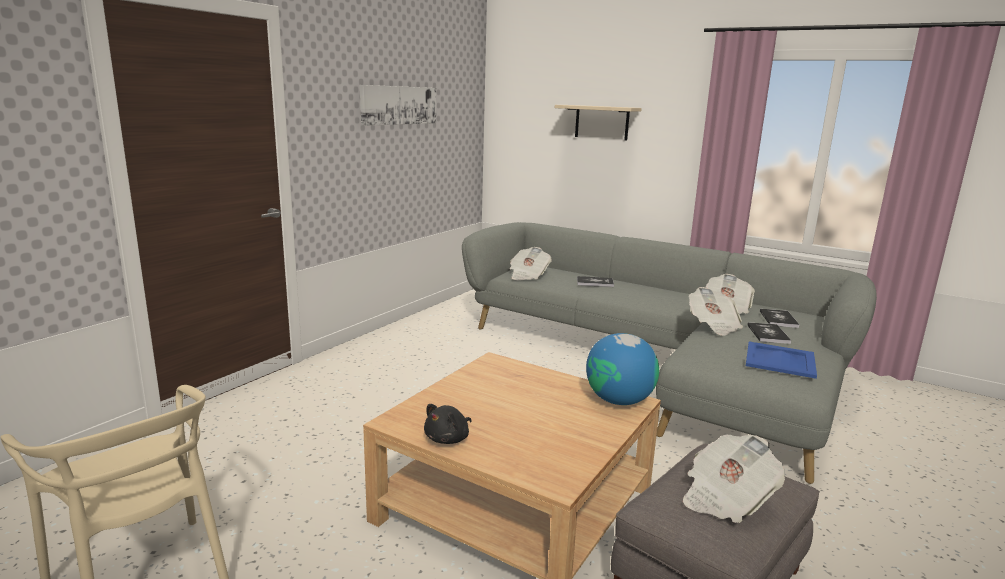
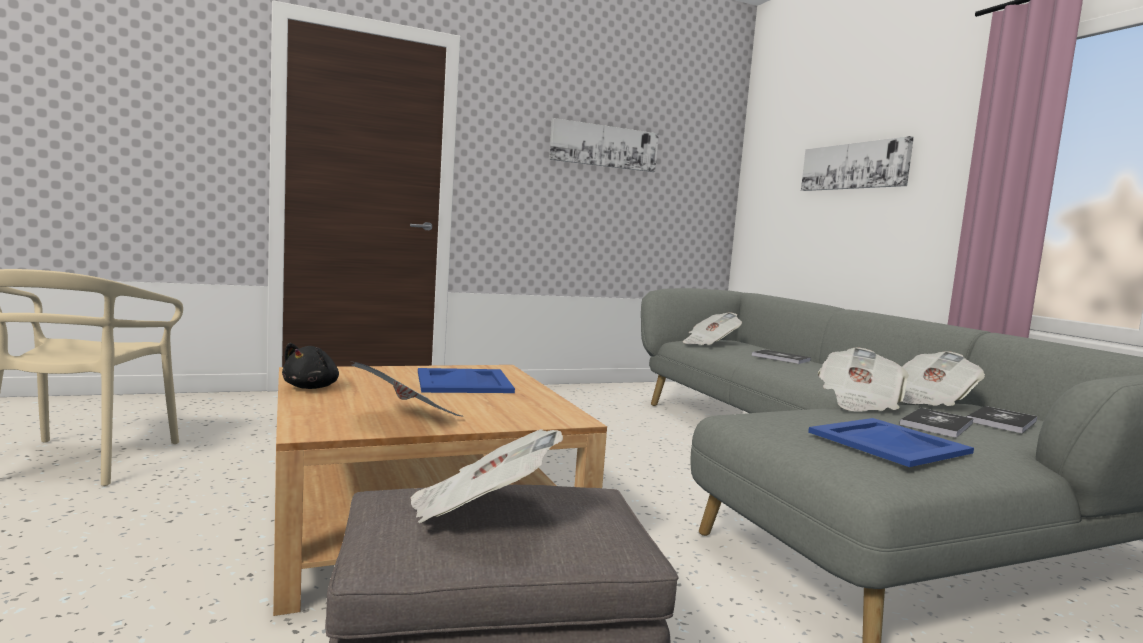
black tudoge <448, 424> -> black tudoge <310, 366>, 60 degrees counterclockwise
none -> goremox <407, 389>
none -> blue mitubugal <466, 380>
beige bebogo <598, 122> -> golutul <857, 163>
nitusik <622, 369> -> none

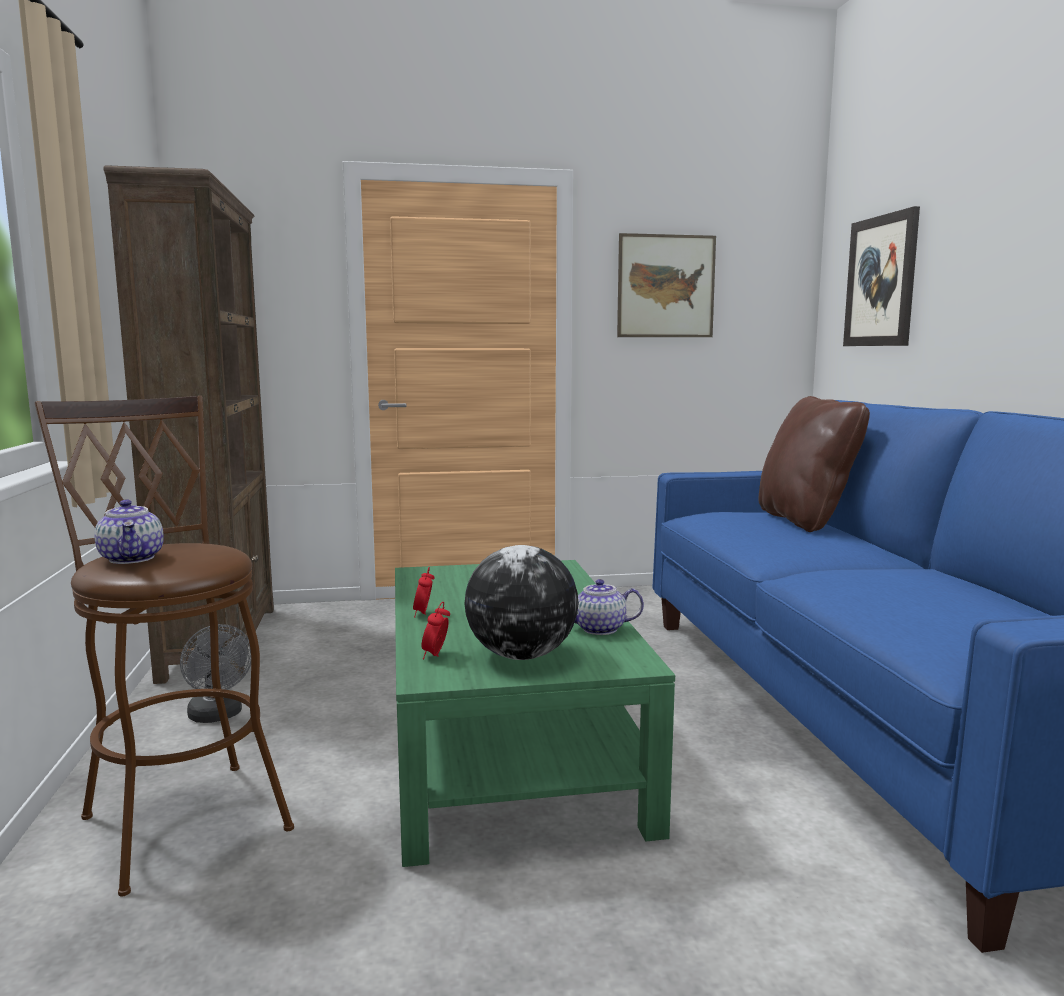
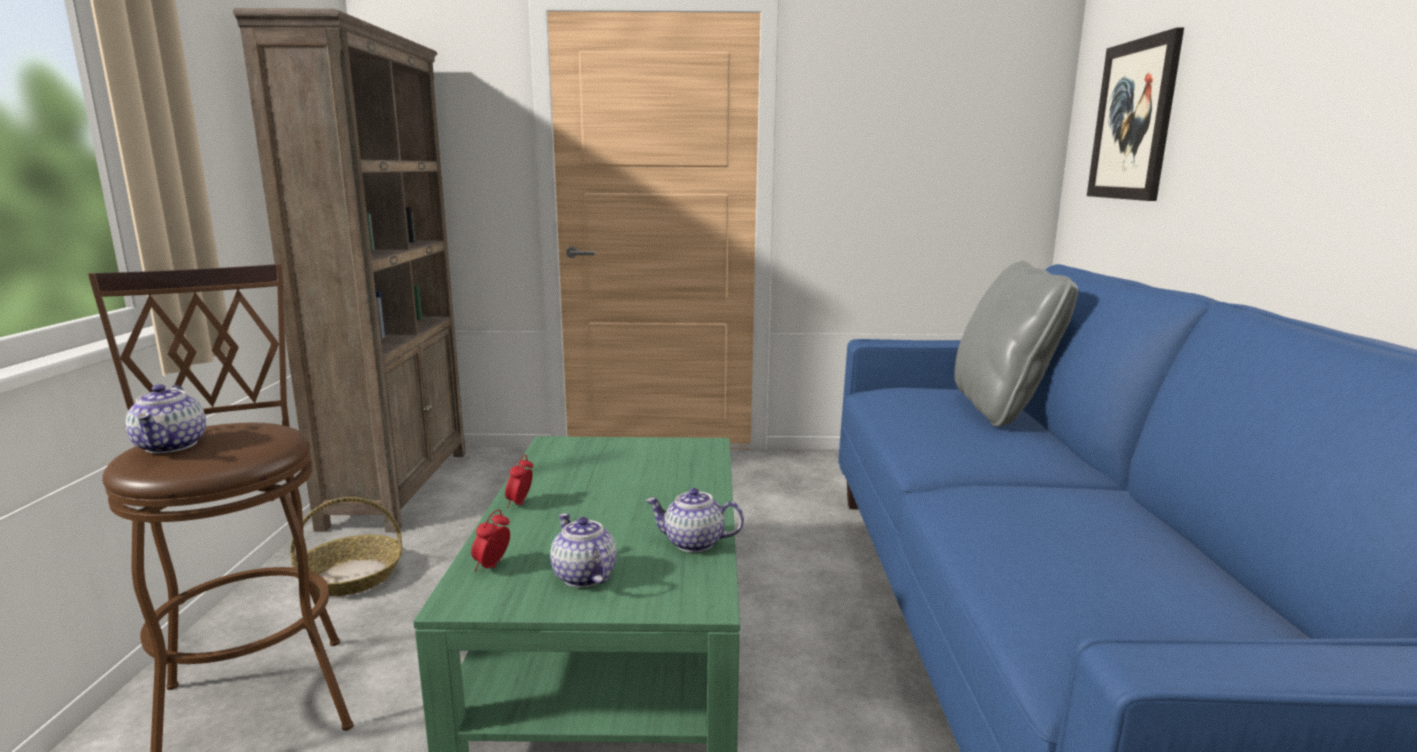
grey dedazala <215, 673> -> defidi <346, 546>
nitusik <522, 602> -> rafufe <583, 550>
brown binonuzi <814, 464> -> grey binonuzi <1016, 344>
golutul <666, 285> -> none

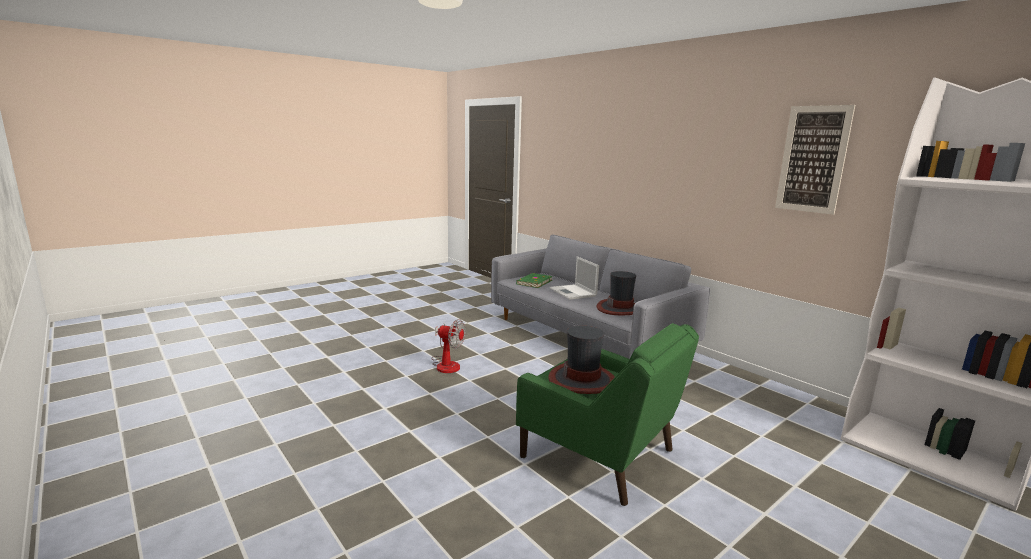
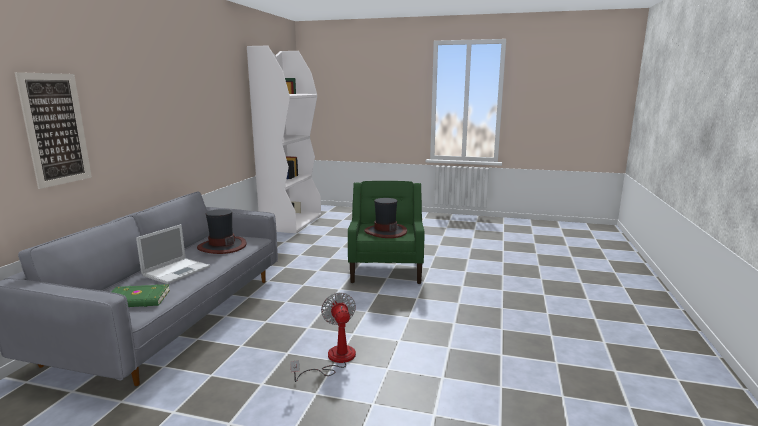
golutul <815, 160> -> golutul <53, 130>, relocated

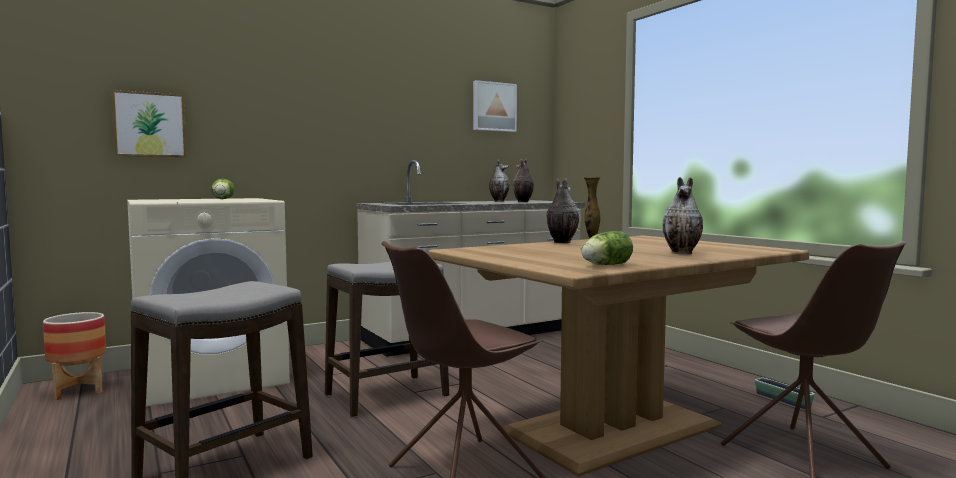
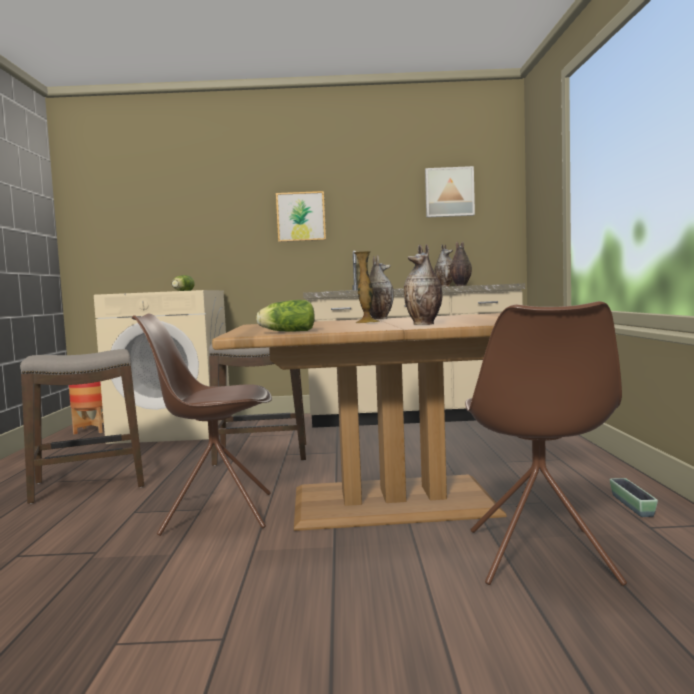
golutul <149, 123> -> golutul <301, 216>, relocated

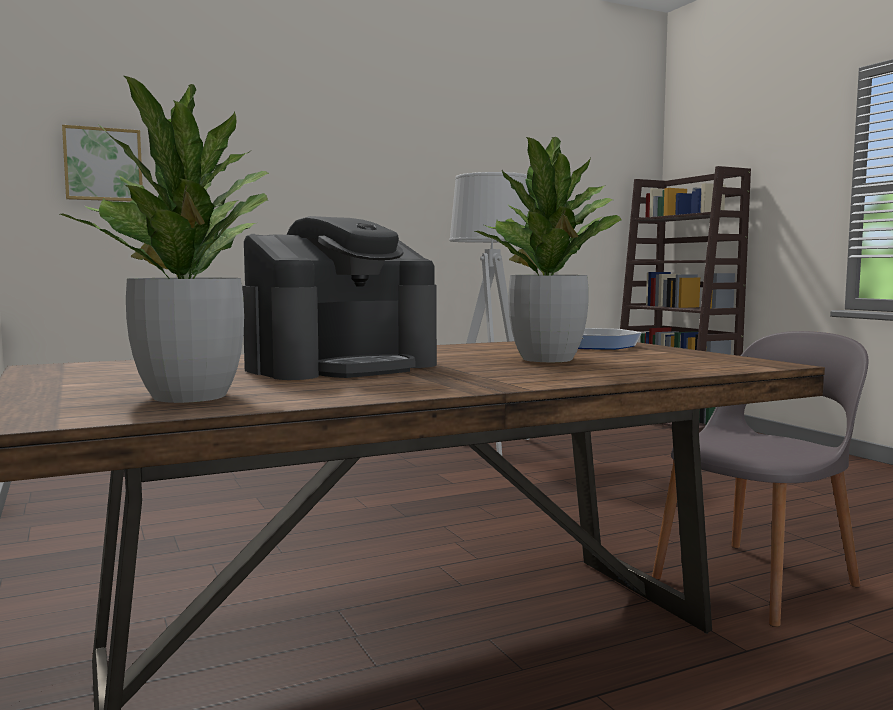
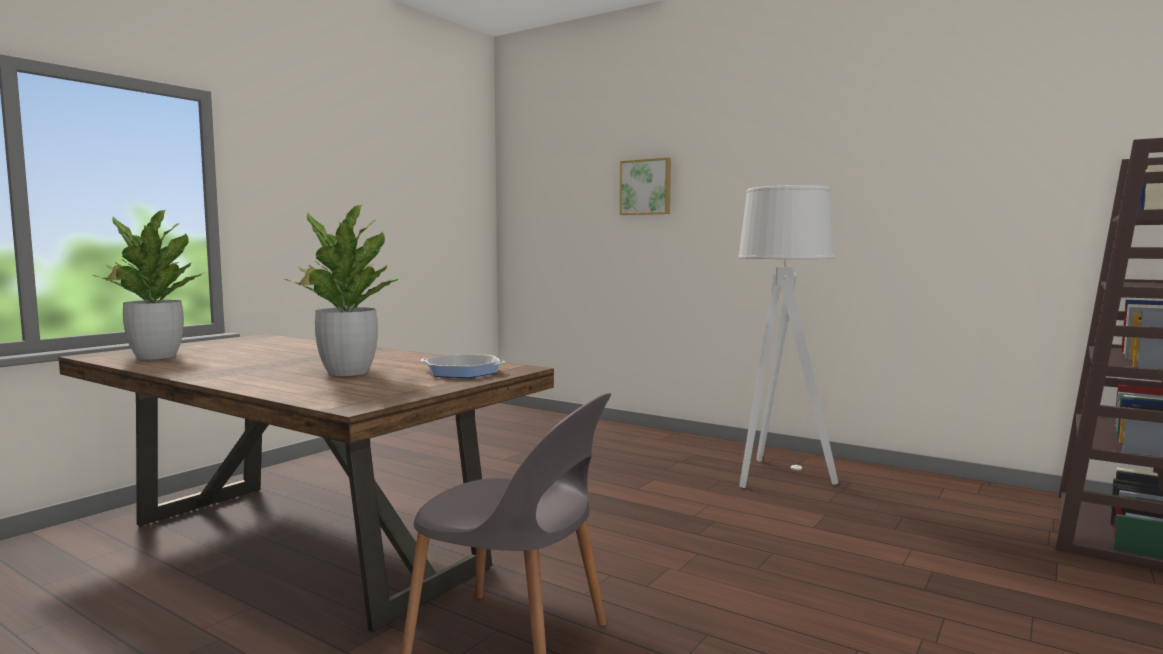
golutul <102, 163> -> golutul <645, 186>, relocated
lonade <339, 298> -> none

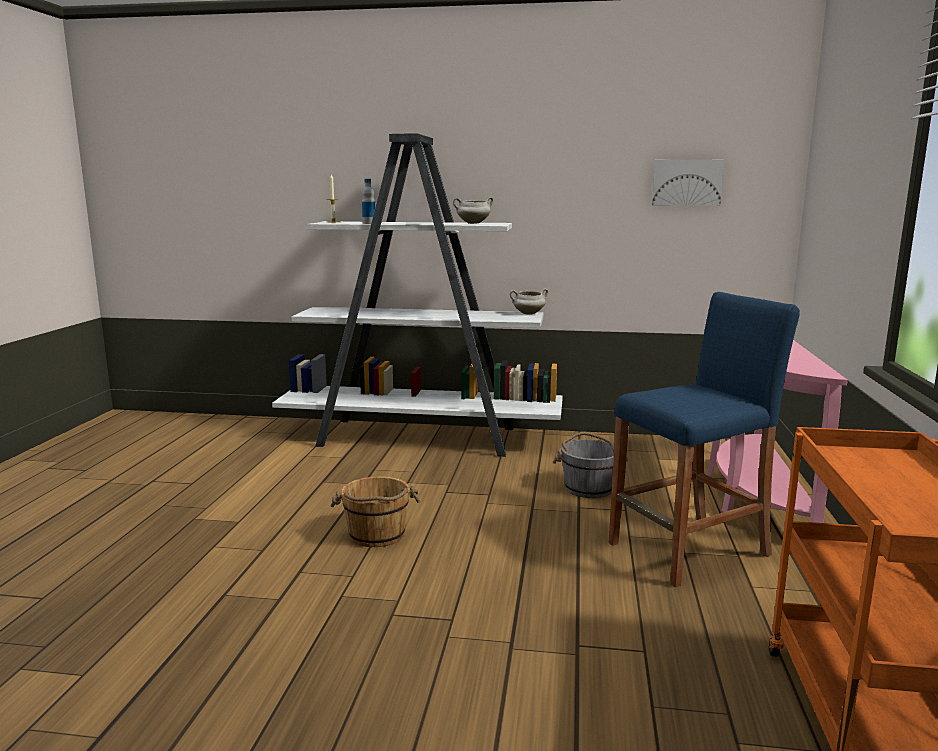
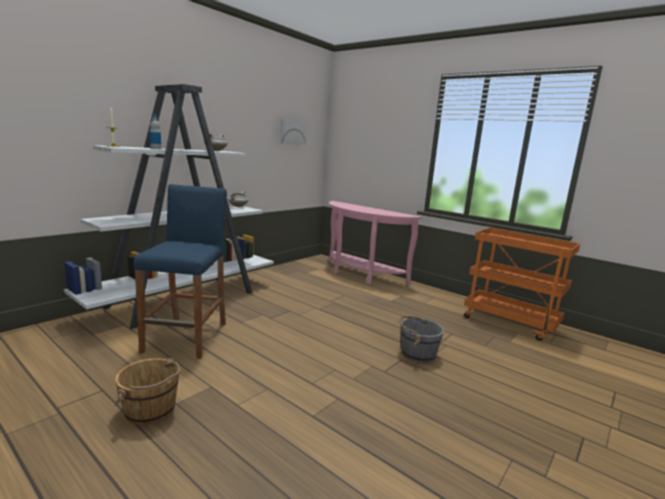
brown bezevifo <375, 512> -> brown bezevifo <147, 391>, relocated
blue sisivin <704, 440> -> blue sisivin <180, 271>, relocated
grey bezevifo <590, 465> -> grey bezevifo <421, 339>, relocated

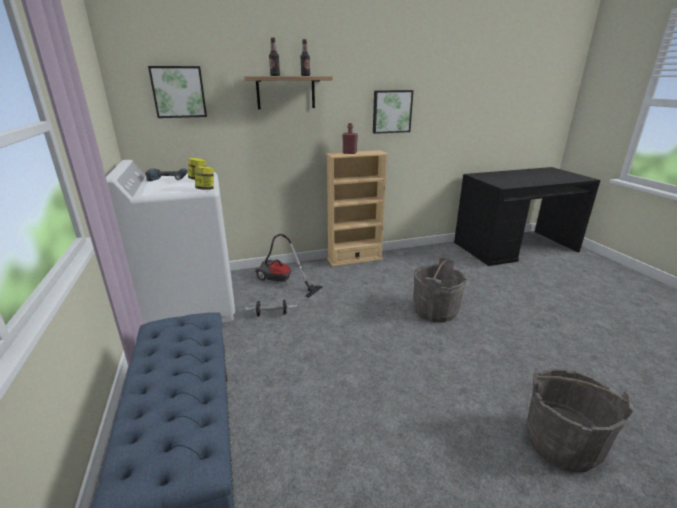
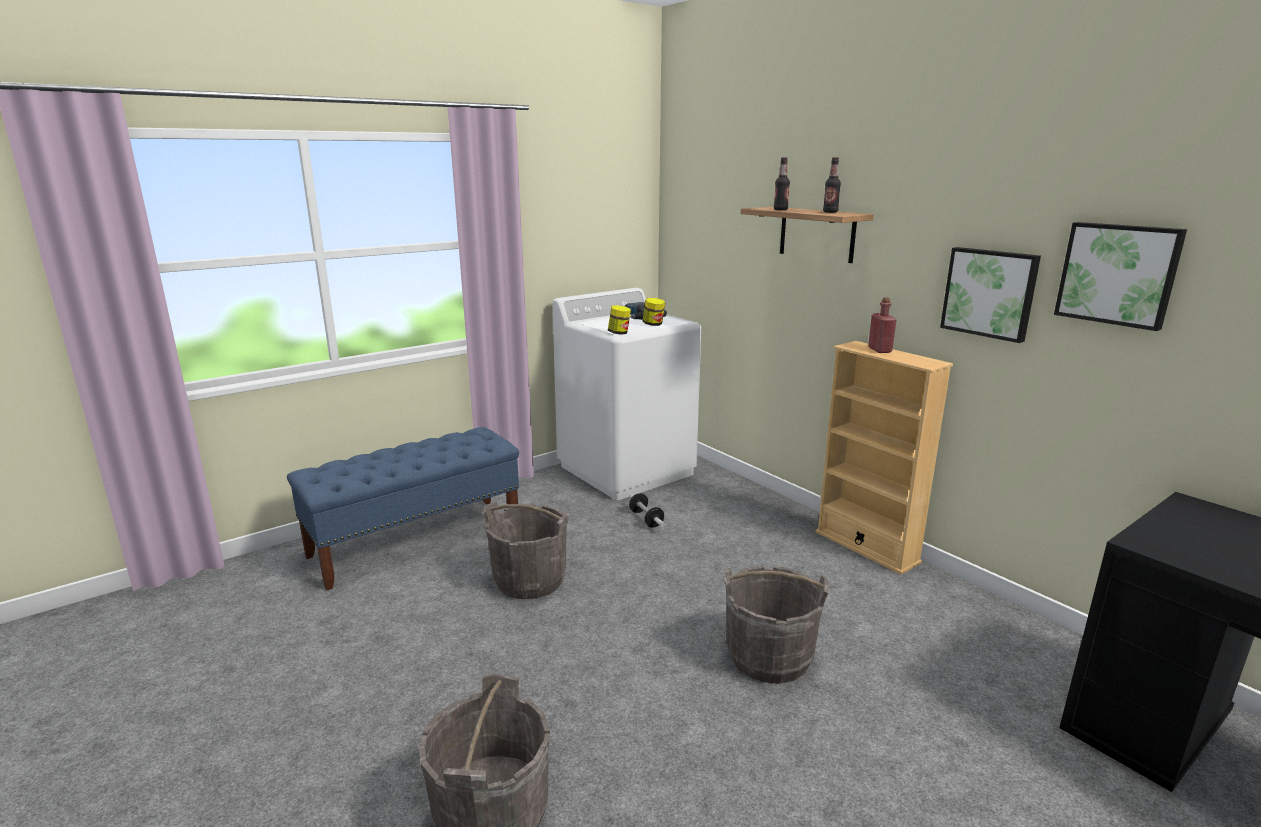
none -> grey bezevifo <526, 550>
golutul <177, 92> -> golutul <1120, 276>, relocated
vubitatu <289, 266> -> none

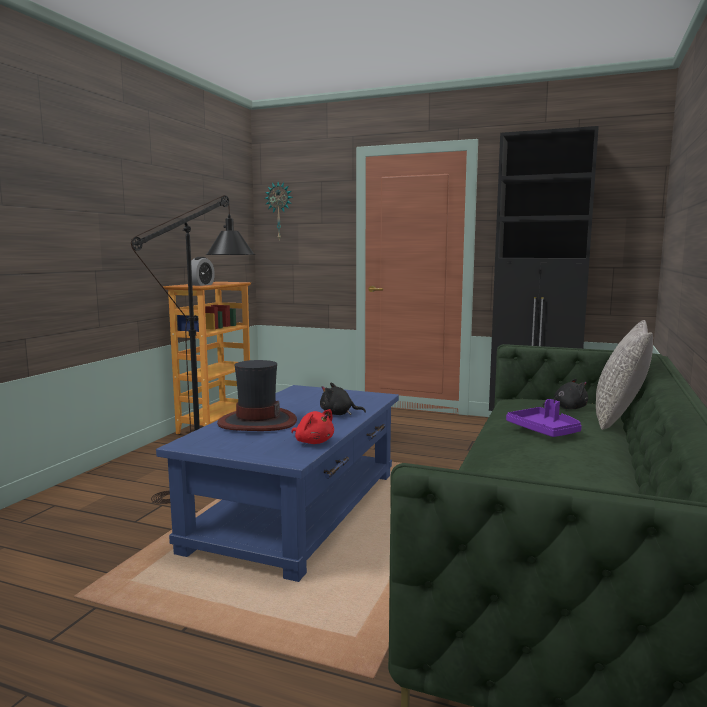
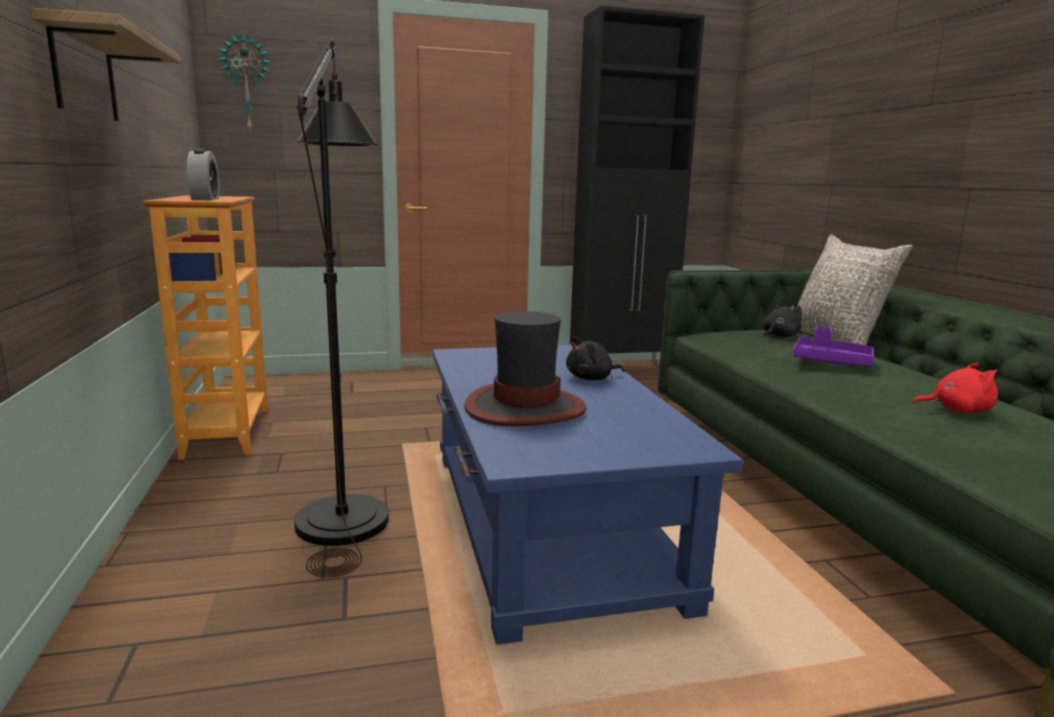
none -> bebogo <105, 64>
red tudoge <312, 426> -> red tudoge <955, 388>, relocated

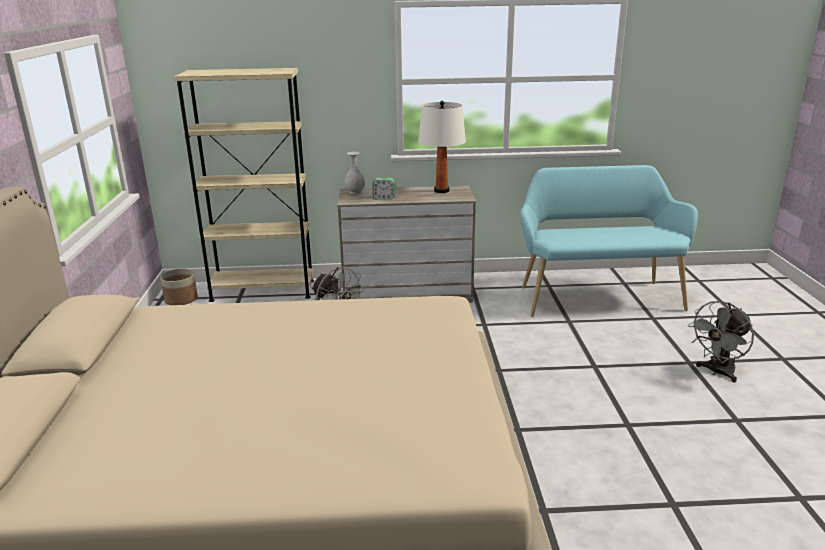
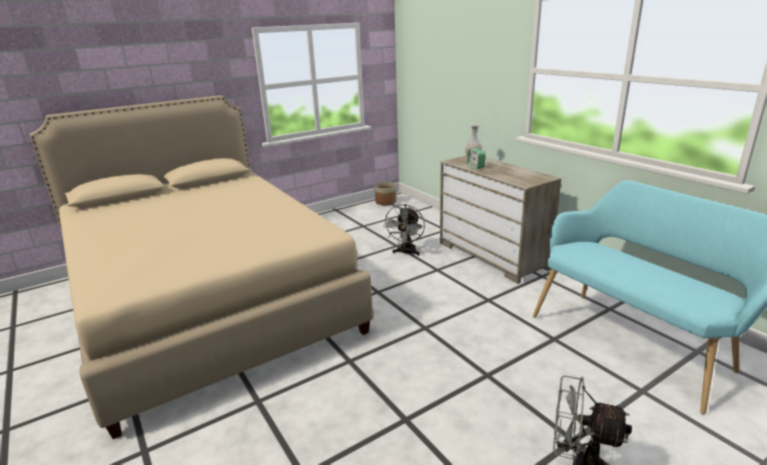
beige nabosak <243, 185> -> none
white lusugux <442, 147> -> none

